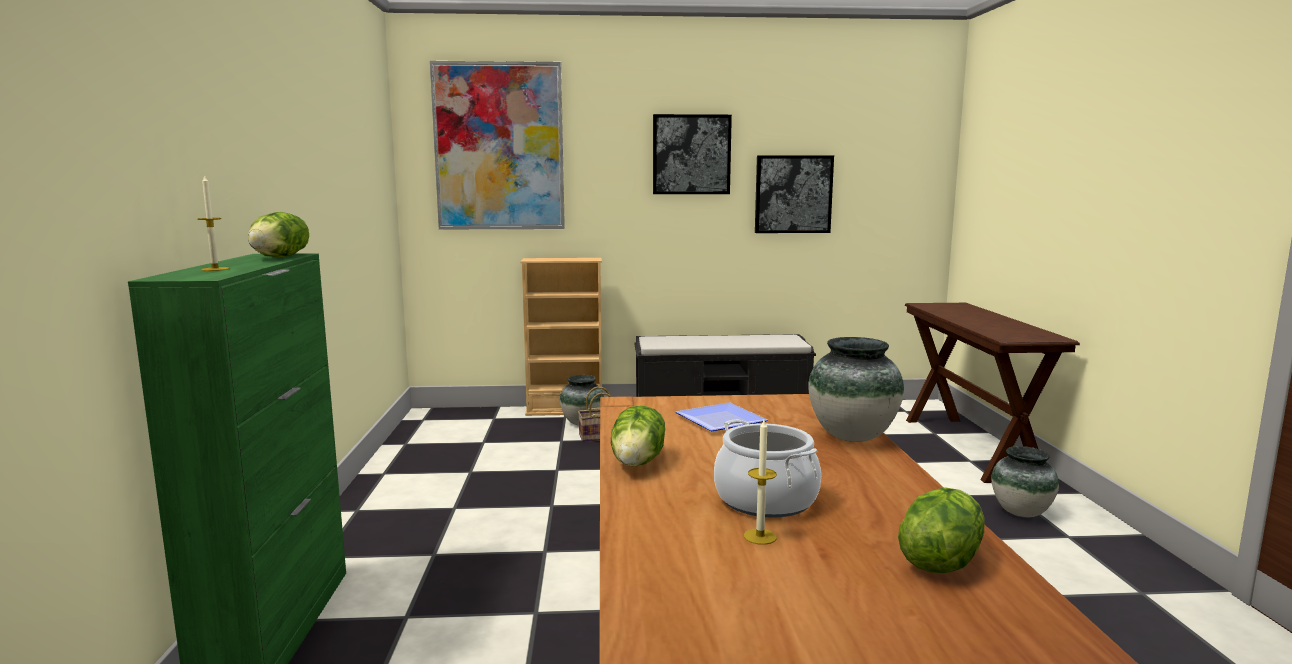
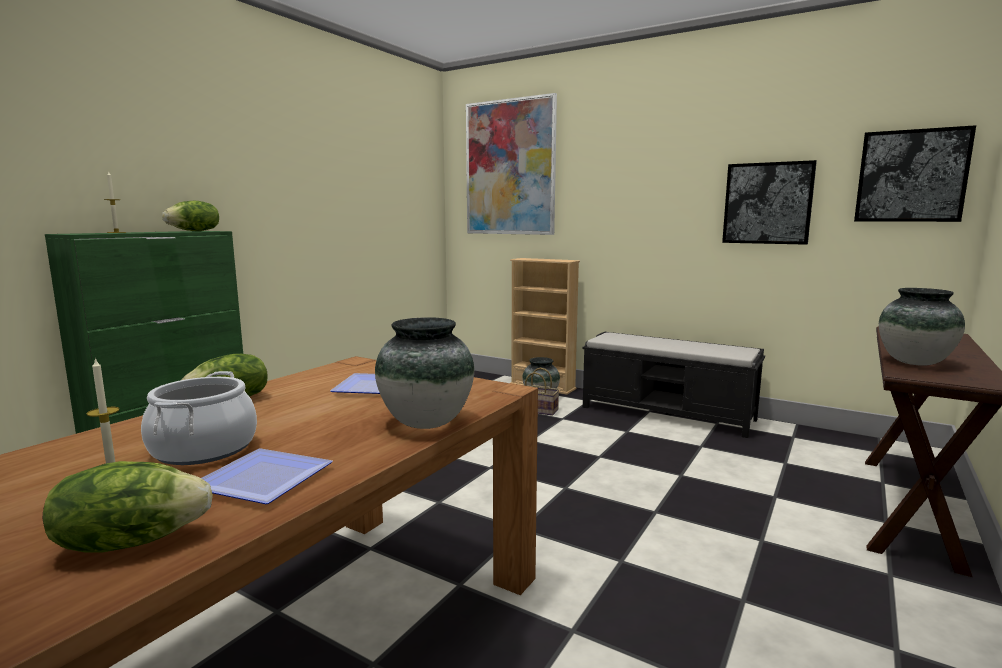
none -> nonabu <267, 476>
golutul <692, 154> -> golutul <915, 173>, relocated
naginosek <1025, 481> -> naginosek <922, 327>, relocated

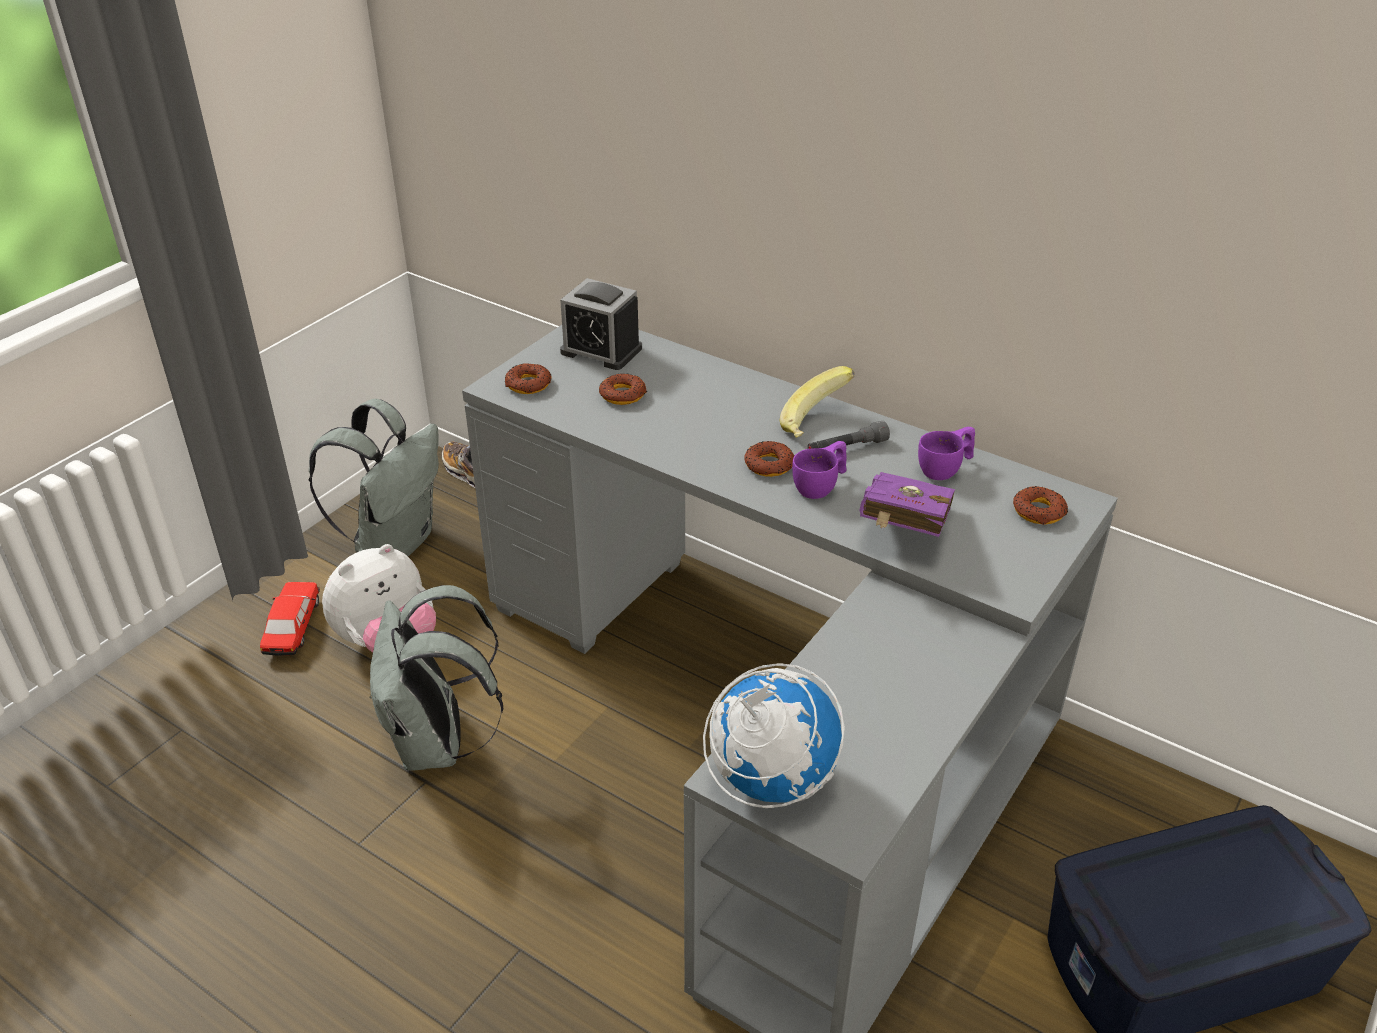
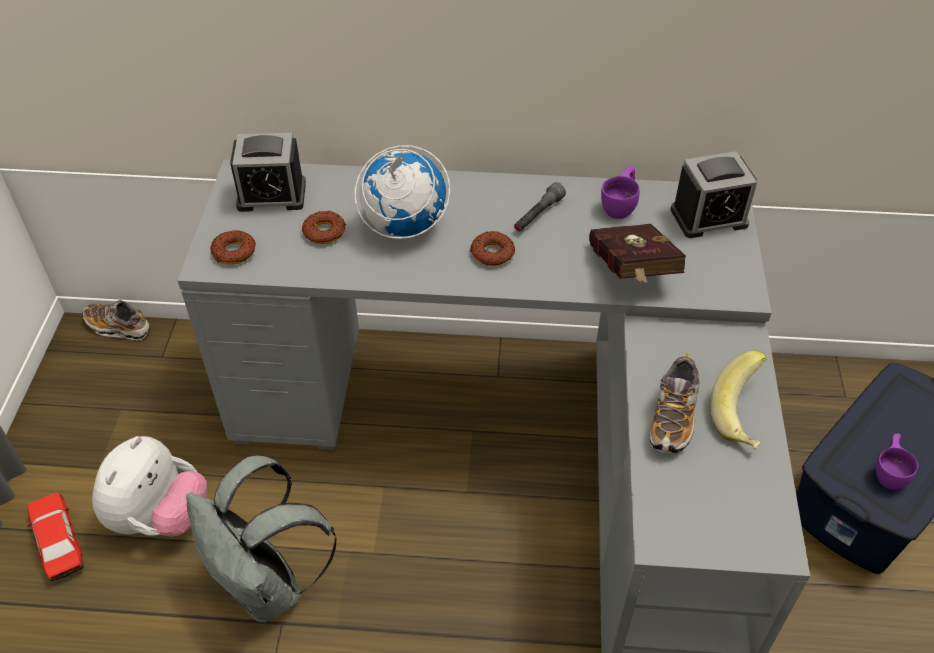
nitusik <774, 735> -> nitusik <402, 192>, relocated
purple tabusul <907, 504> -> red tabusul <637, 254>
none -> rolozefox <674, 404>
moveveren <1040, 505> -> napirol <713, 194>
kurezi <817, 402> -> kurezi <738, 400>, relocated
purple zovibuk <819, 470> -> purple zovibuk <897, 461>, relocated
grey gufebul <374, 477> -> none

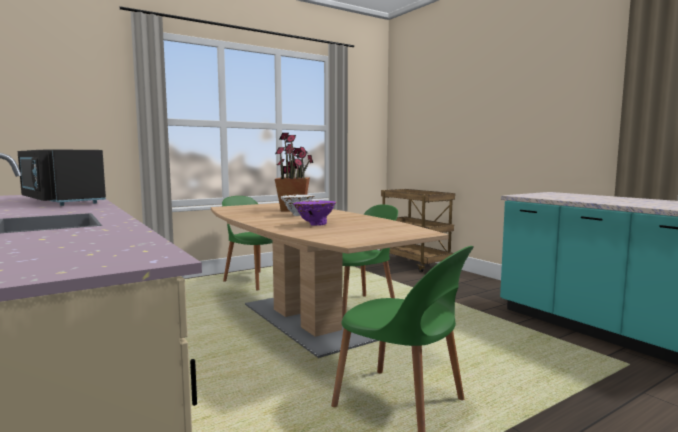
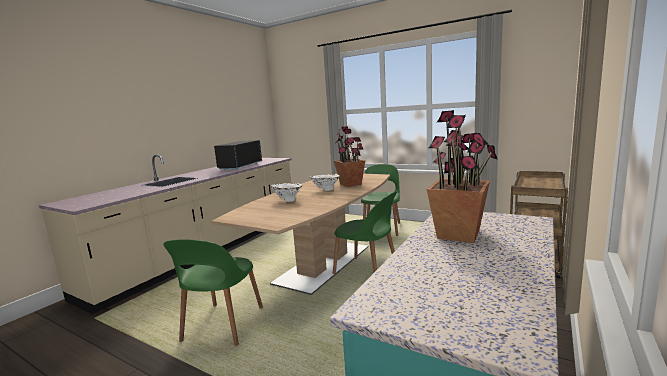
purple naginosek <315, 213> -> white naginosek <286, 192>
none -> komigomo <462, 176>

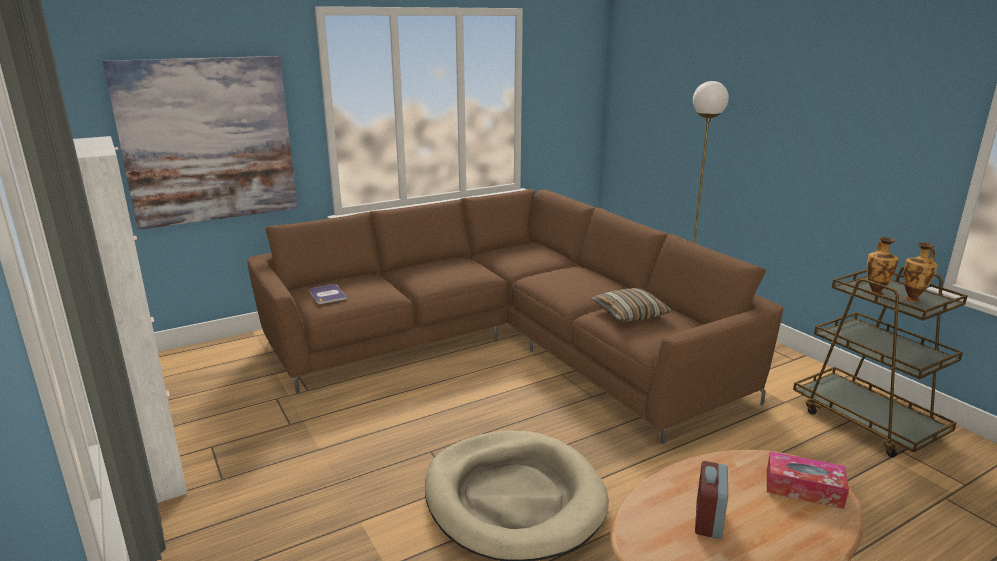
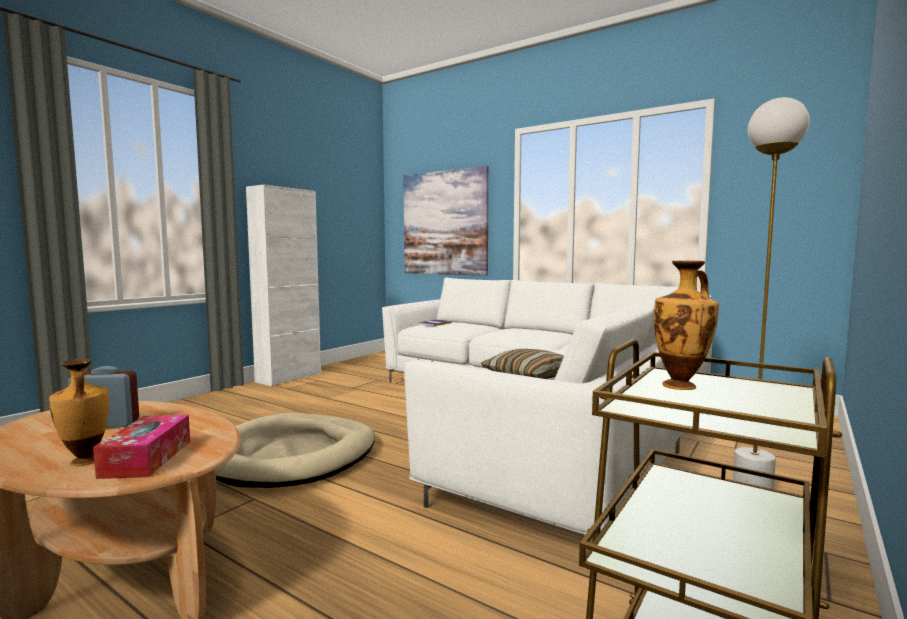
naginosek <920, 272> -> naginosek <79, 412>, relocated
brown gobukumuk <516, 316> -> white gobukumuk <547, 406>

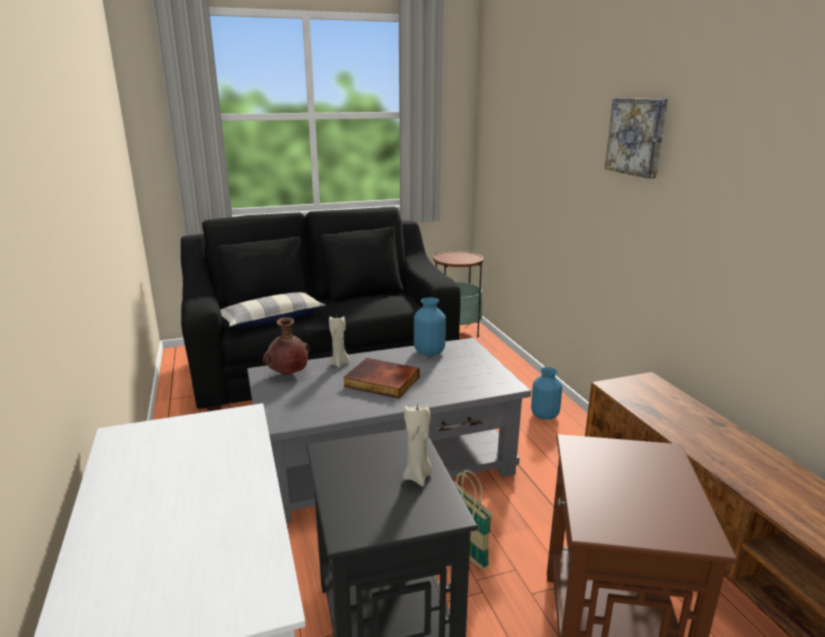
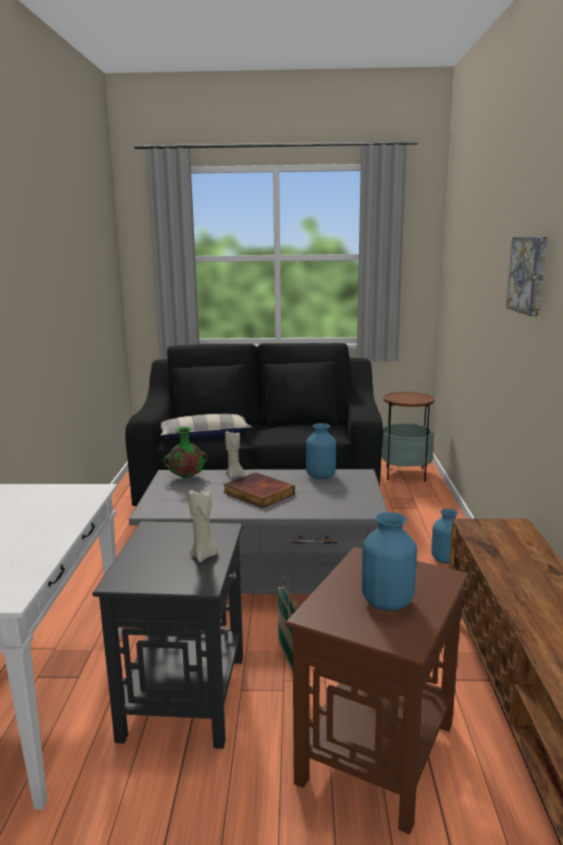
brown naginosek <286, 346> -> green naginosek <185, 452>
none -> blue naginosek <389, 561>

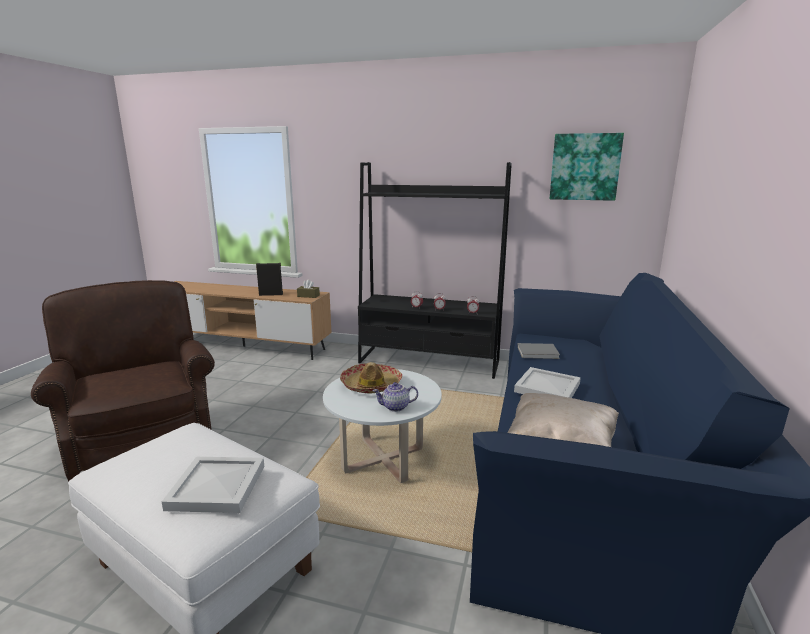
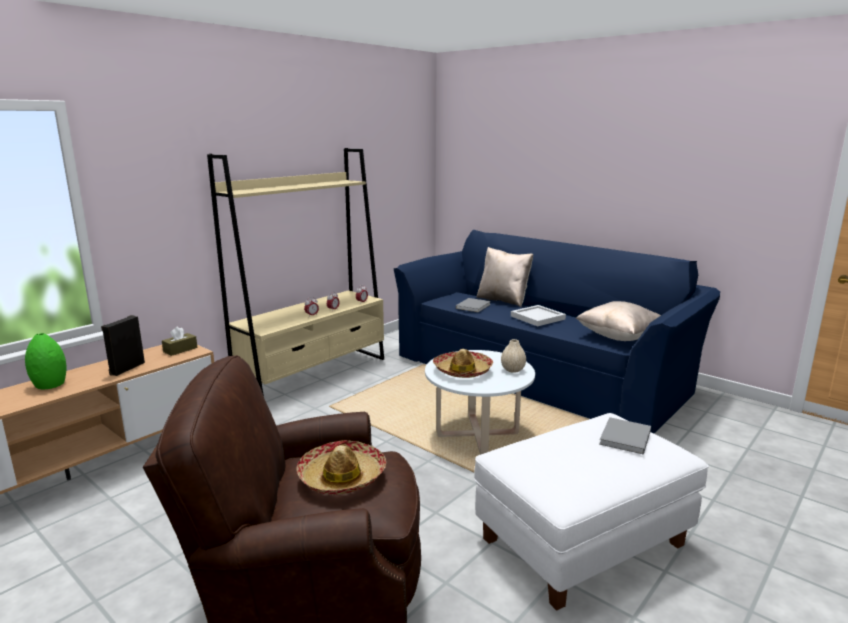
none -> green naginosek <46, 361>
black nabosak <435, 270> -> beige nabosak <295, 272>
none -> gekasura <341, 467>
none -> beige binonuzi <505, 277>
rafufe <395, 397> -> beige naginosek <513, 356>
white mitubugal <213, 485> -> grey tabusul <625, 436>
golutul <587, 167> -> none

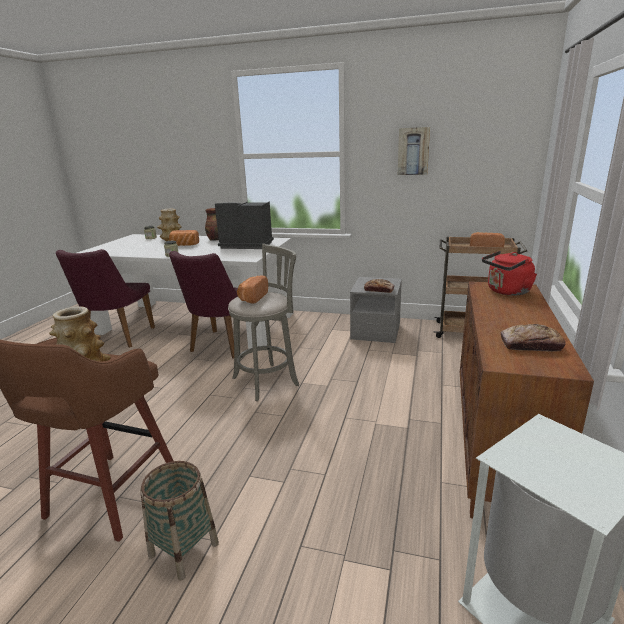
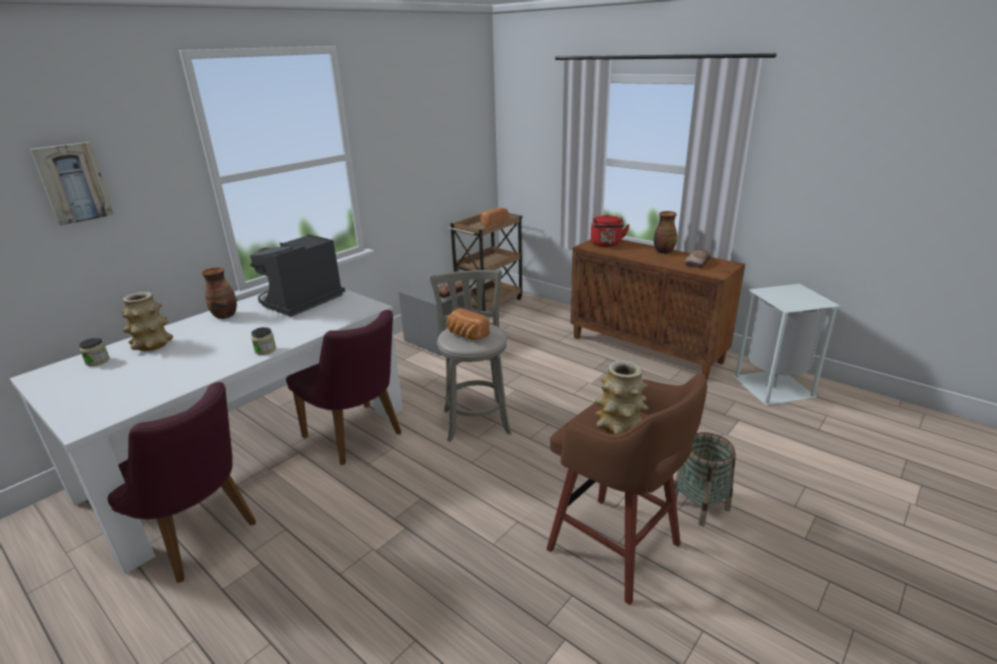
golutul <414, 151> -> golutul <72, 184>, relocated
none -> naginosek <665, 232>
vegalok <184, 238> -> none

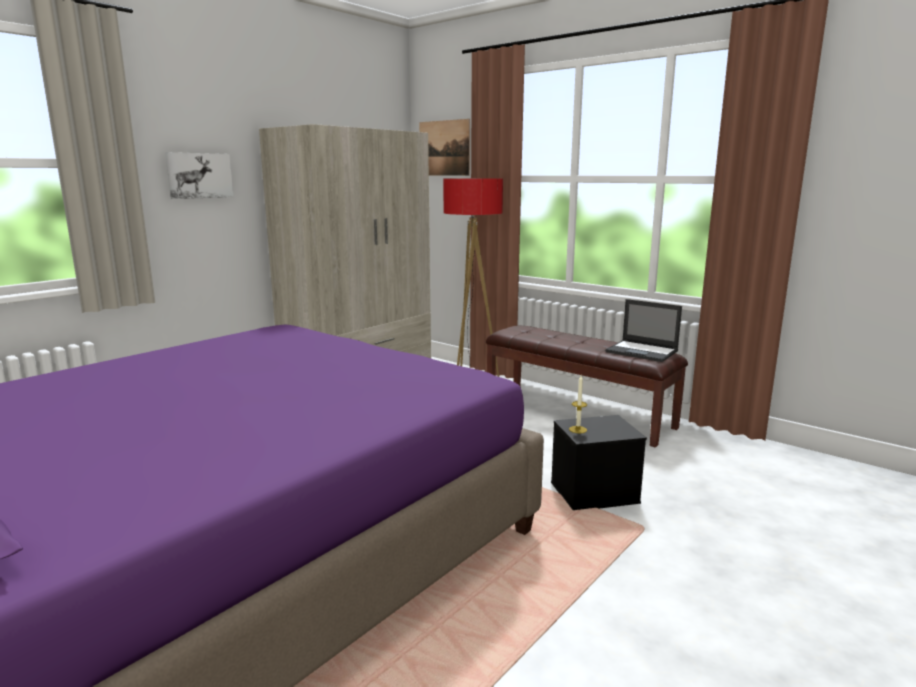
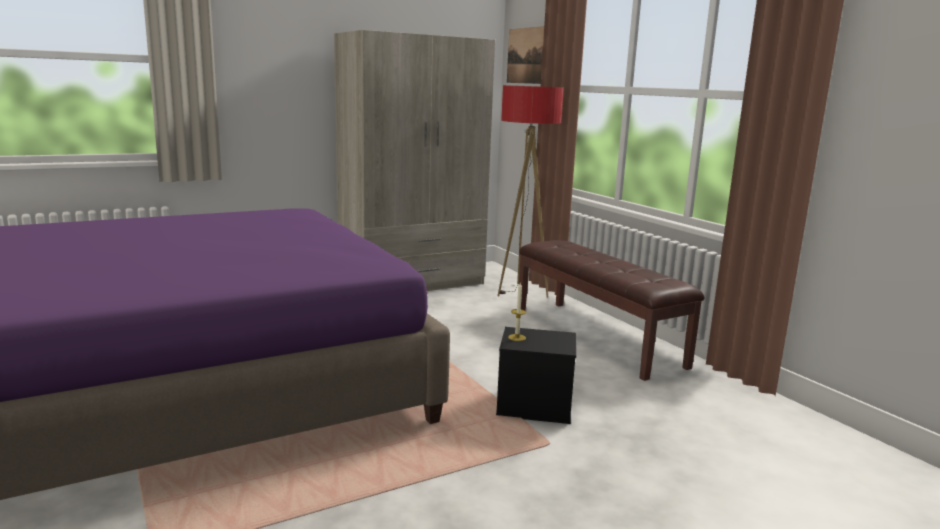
golutul <199, 175> -> none
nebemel <643, 330> -> none

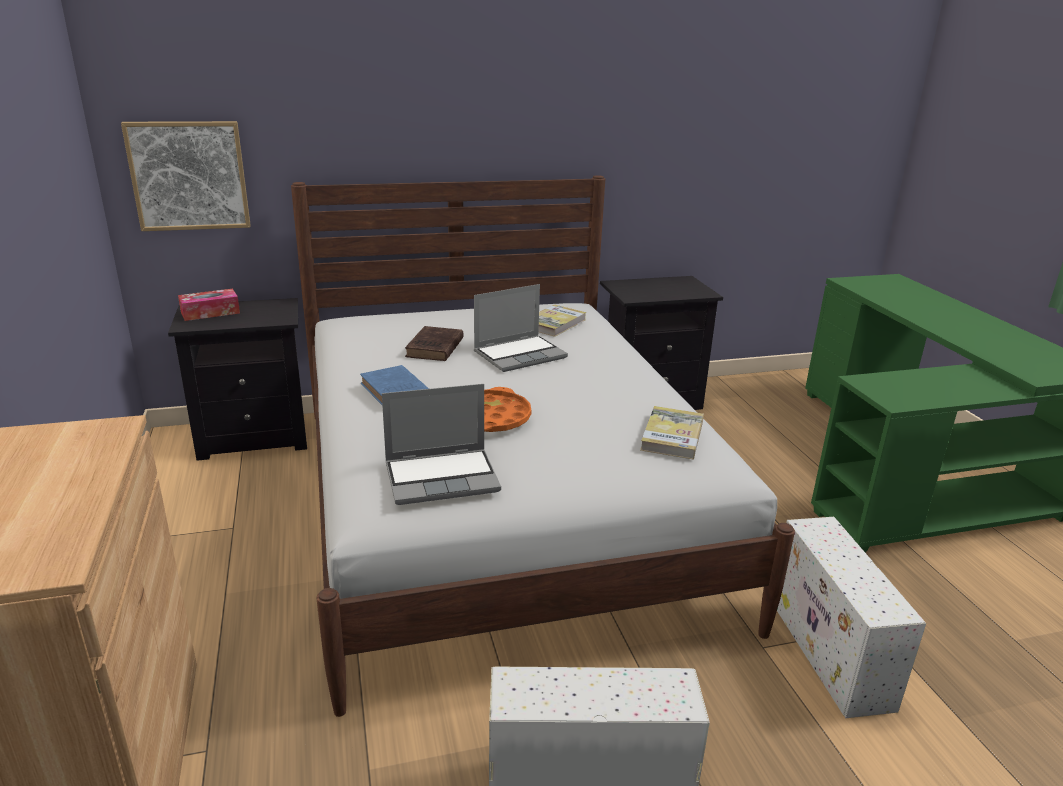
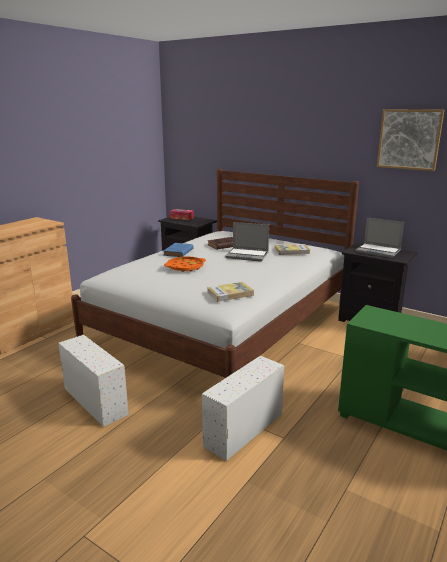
nebemel <441, 444> -> nebemel <379, 237>, relocated
golutul <186, 176> -> golutul <410, 140>, relocated

